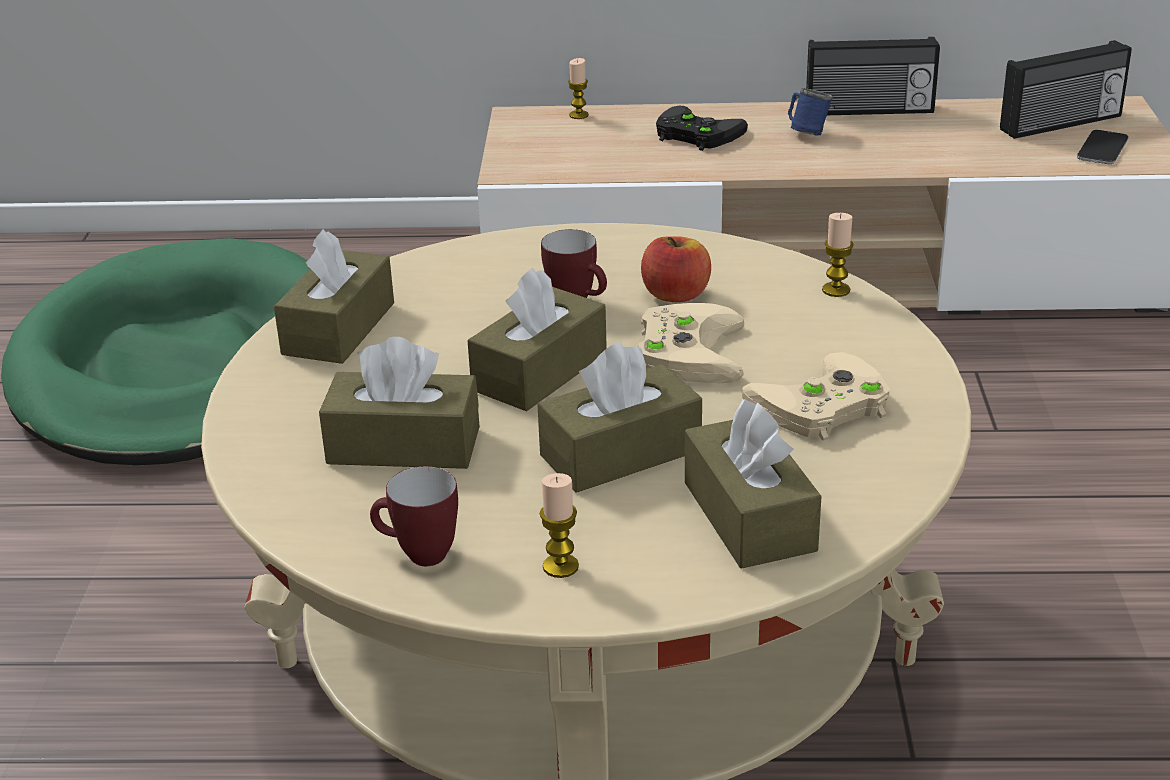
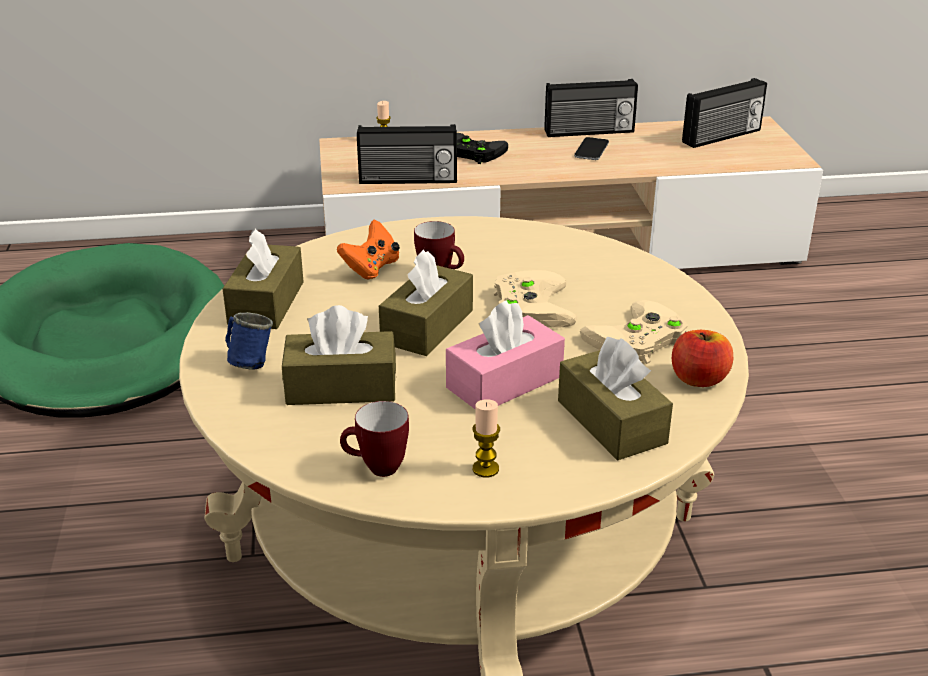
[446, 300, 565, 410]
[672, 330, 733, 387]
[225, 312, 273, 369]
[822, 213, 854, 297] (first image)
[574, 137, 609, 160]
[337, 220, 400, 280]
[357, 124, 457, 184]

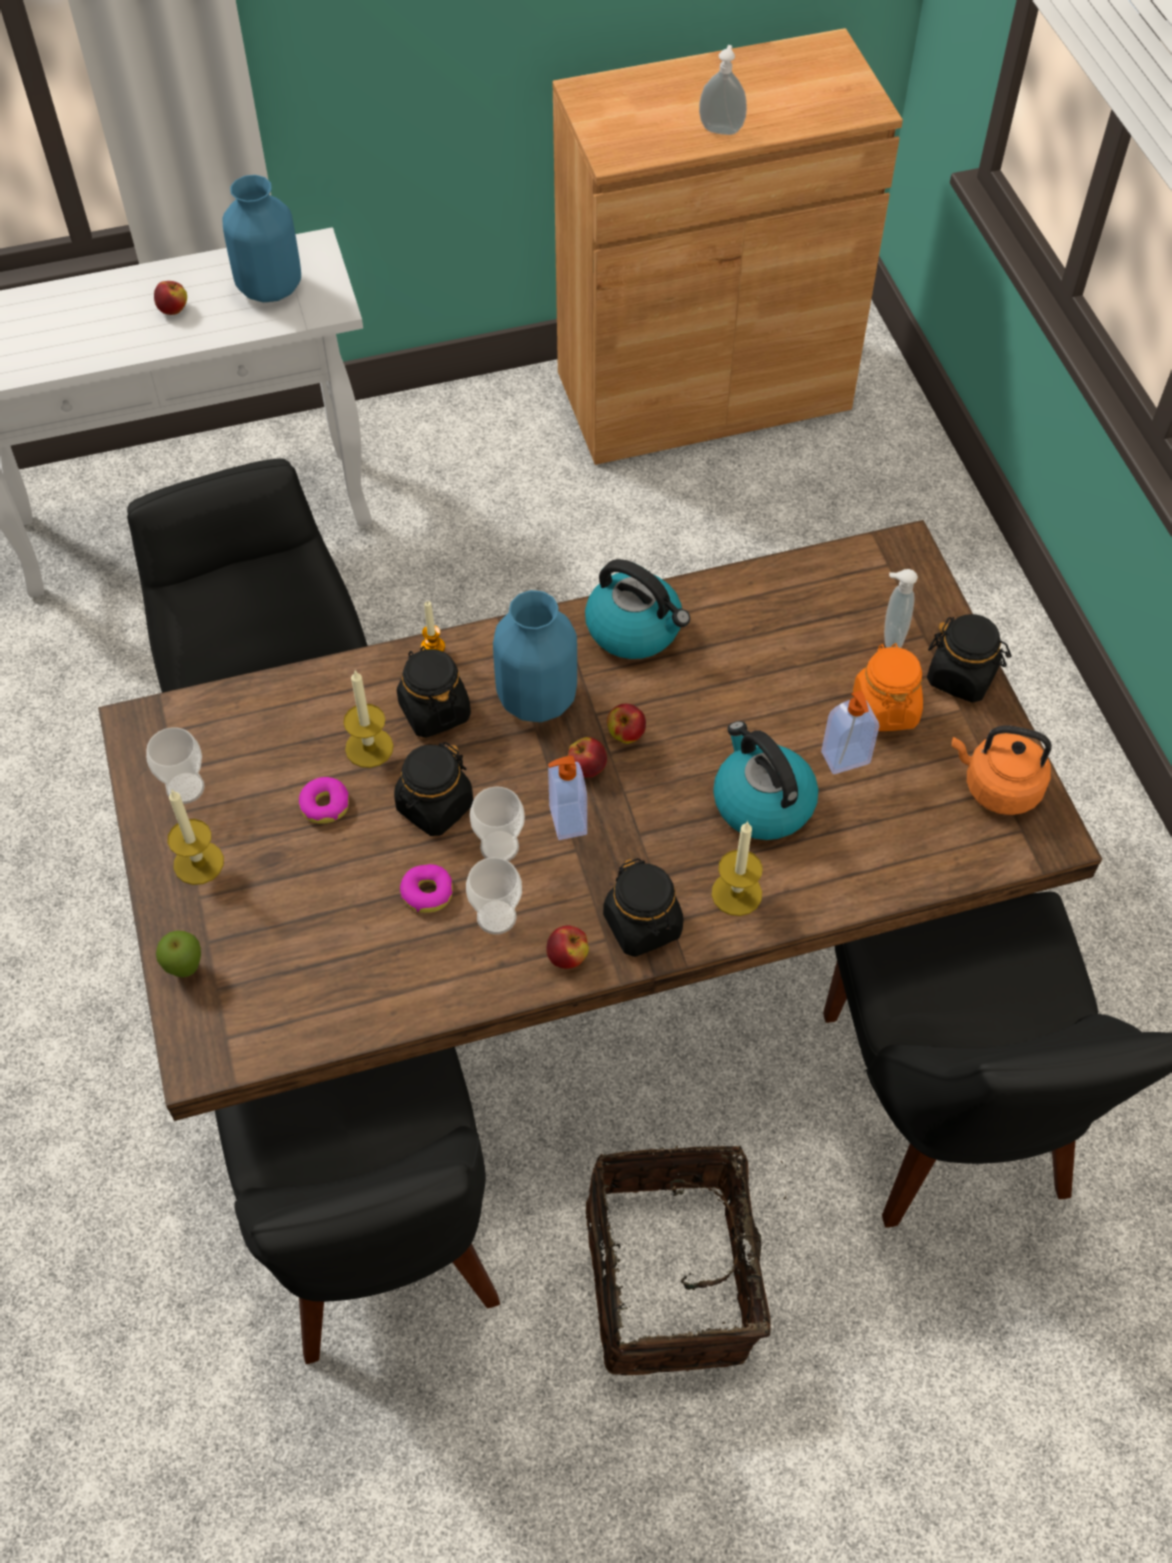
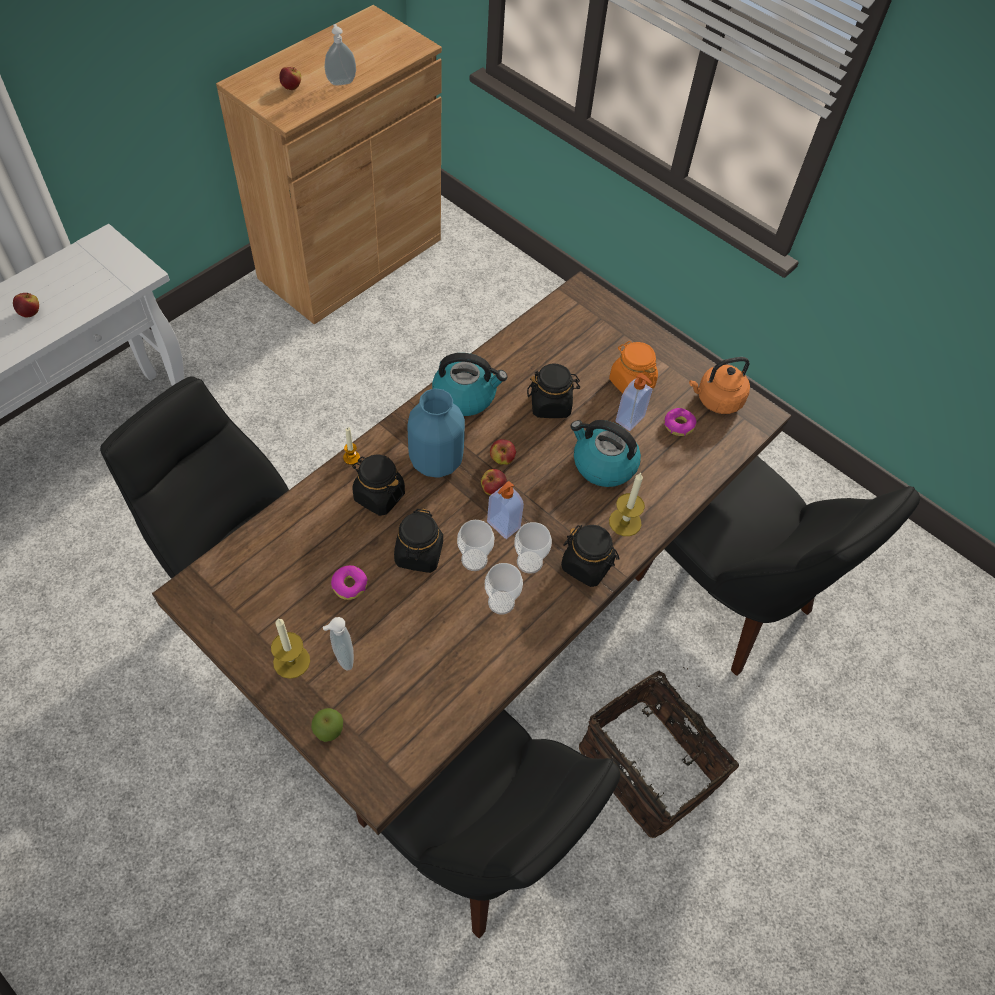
[514, 522, 552, 574]
[223, 175, 301, 302] (first image)
[343, 671, 394, 768] (first image)
[664, 408, 697, 436]
[279, 67, 301, 90]
[323, 617, 354, 670]
[527, 363, 580, 418]

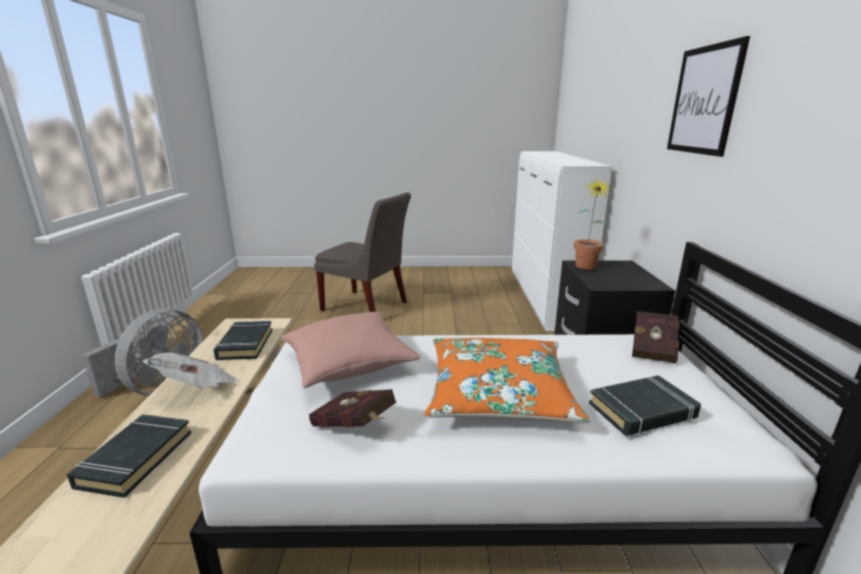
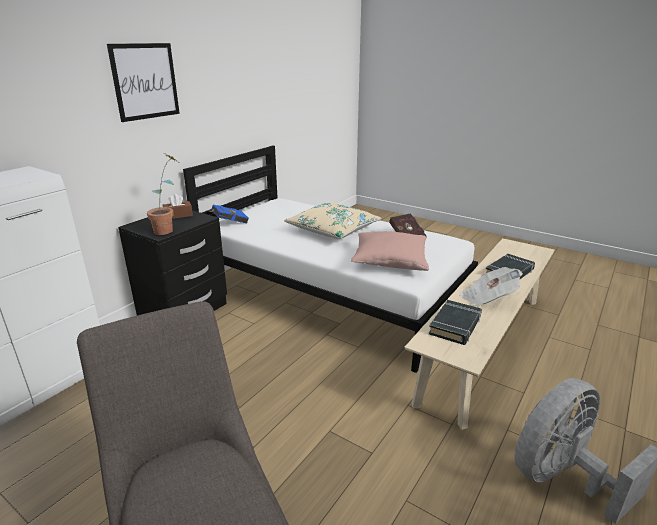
[284, 203, 382, 239]
[589, 375, 701, 436] (first image)
[209, 205, 249, 223]
[163, 194, 193, 219]

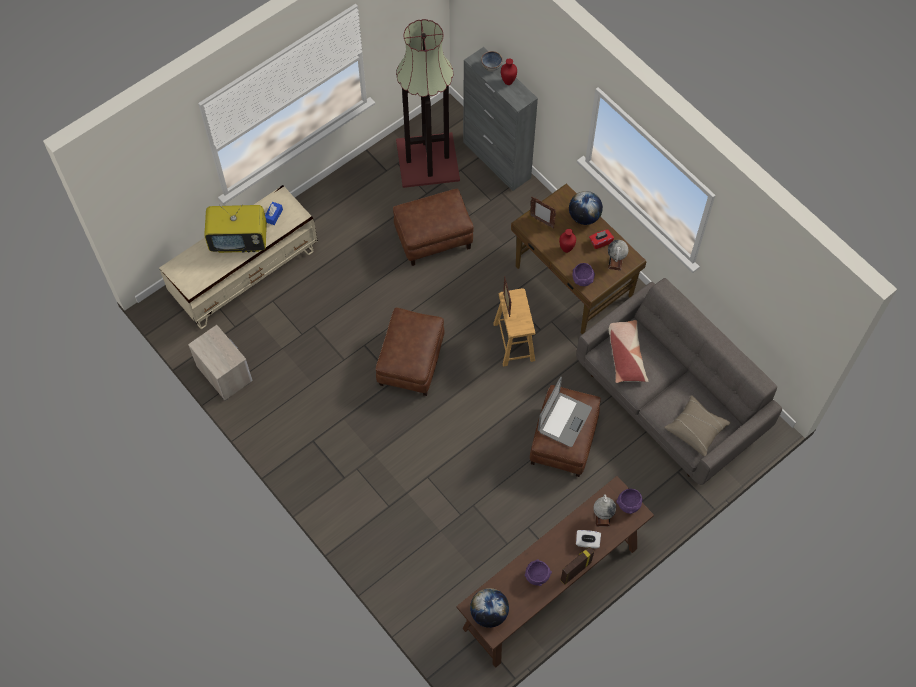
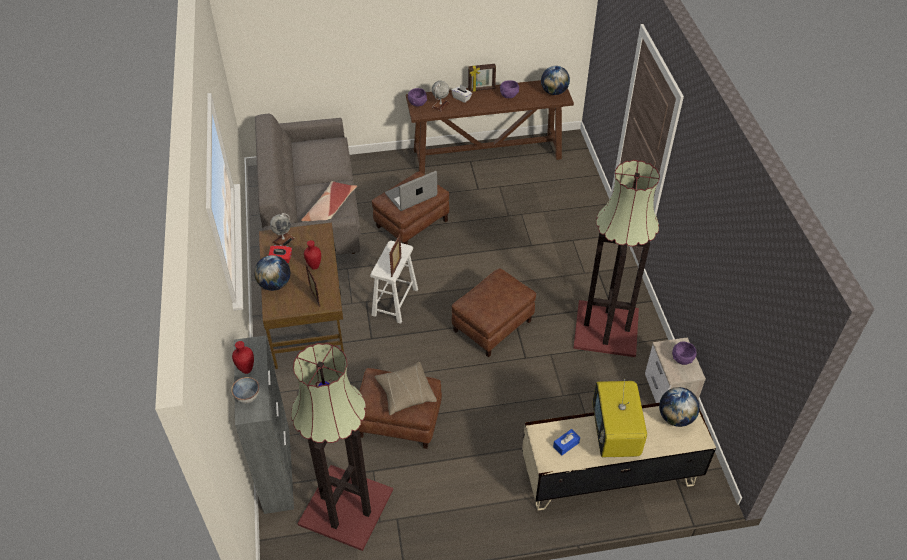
[593, 379, 647, 457]
[370, 241, 418, 324]
[672, 341, 697, 365]
[375, 362, 437, 415]
[573, 160, 660, 357]
[659, 387, 700, 427]

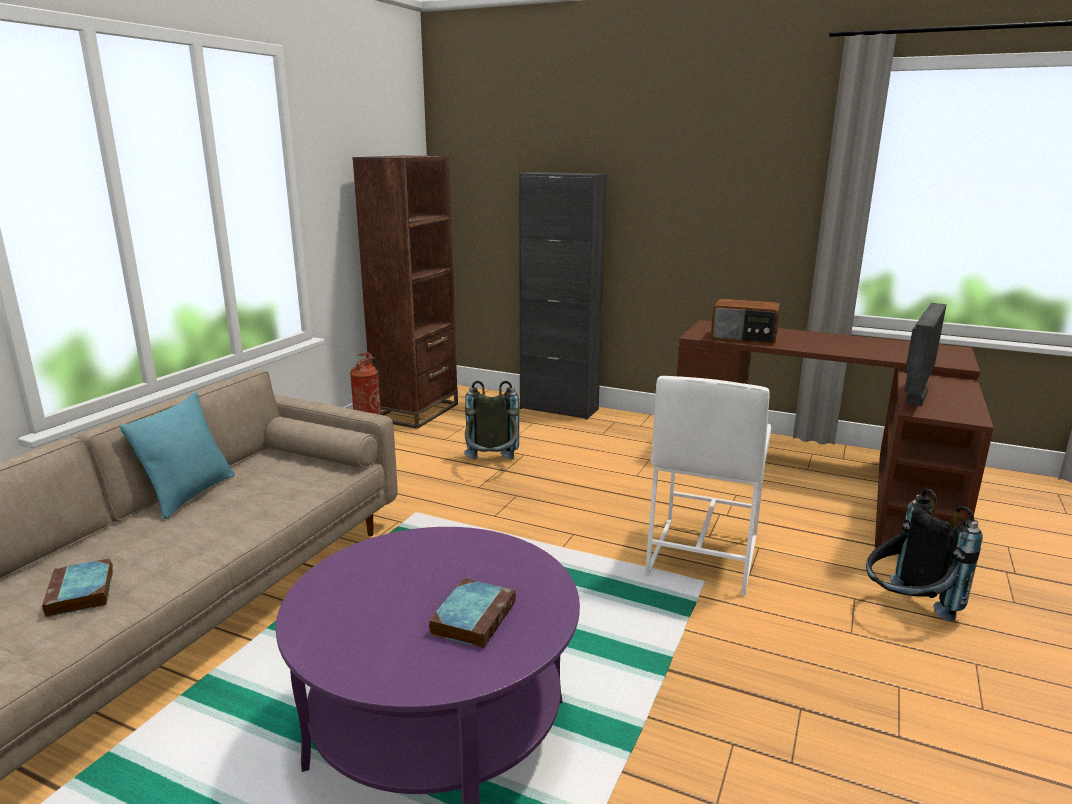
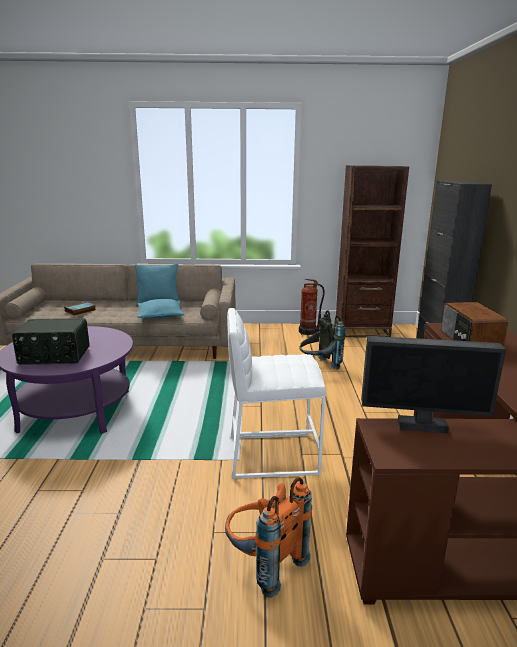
[12, 318, 90, 365]
[225, 478, 312, 598]
[137, 299, 184, 318]

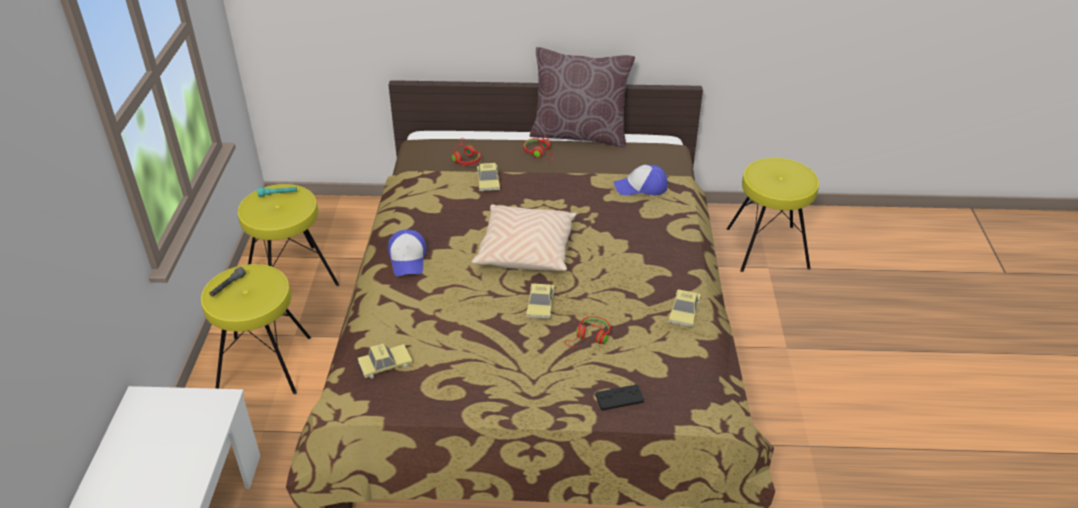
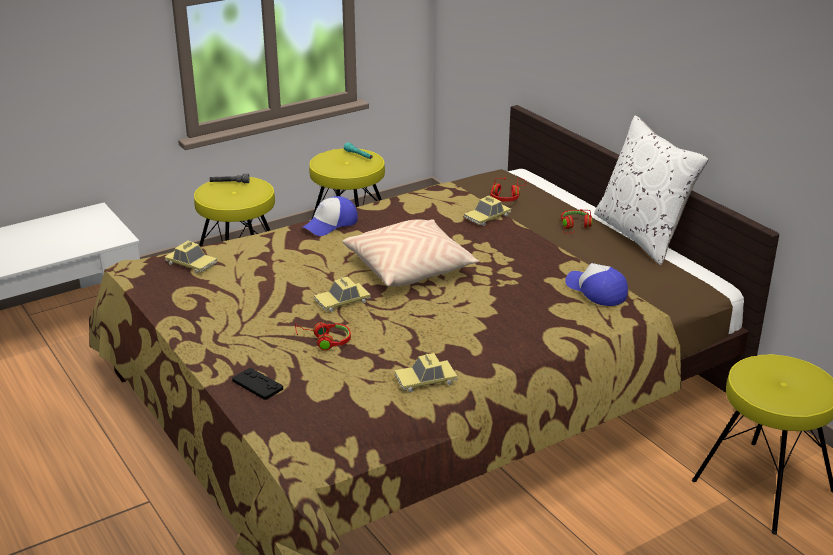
[594, 116, 709, 265]

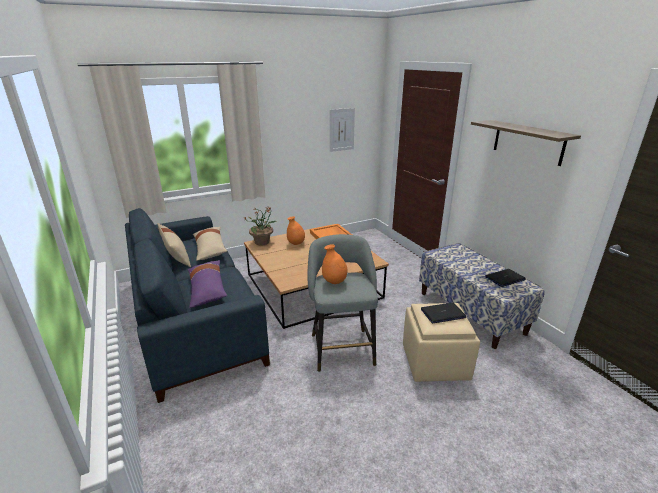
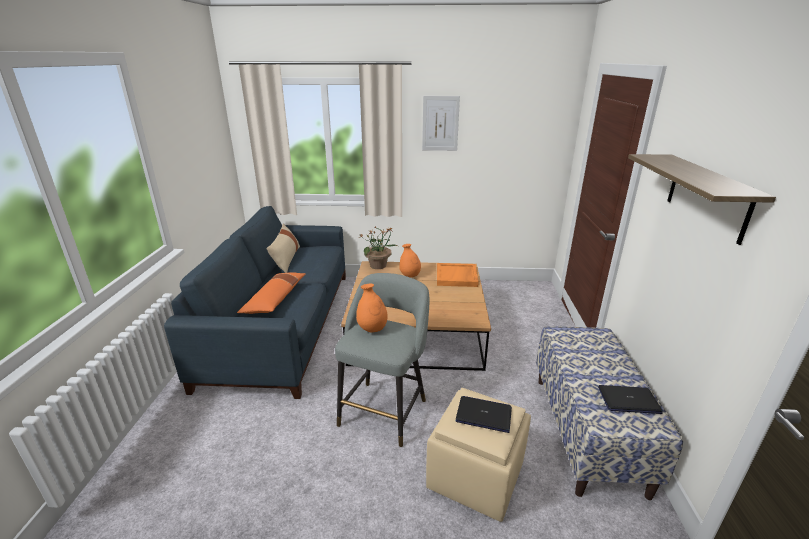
[237, 272, 306, 314]
[193, 227, 227, 261] (first image)
[422, 96, 460, 151]

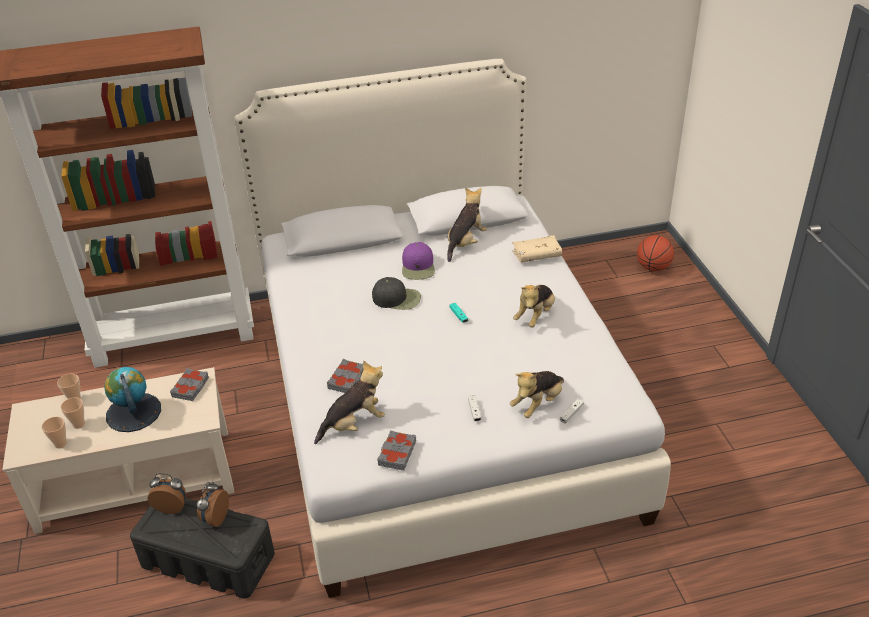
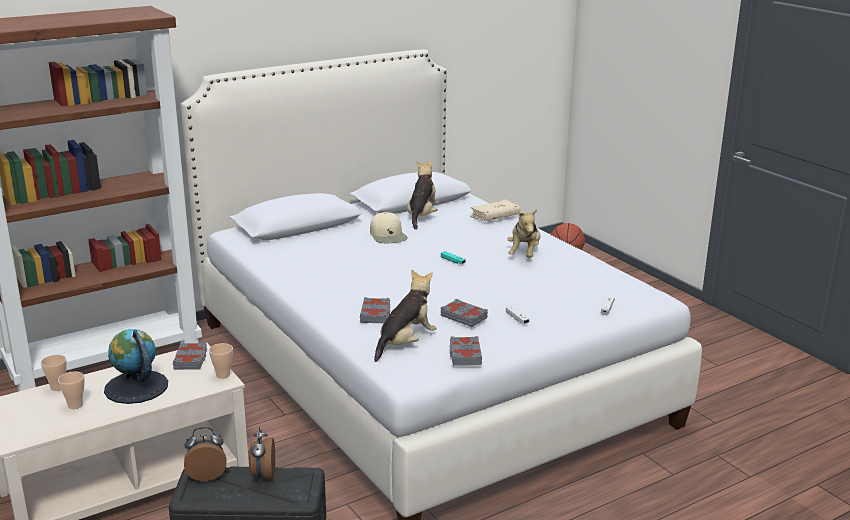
[209, 343, 233, 379]
[372, 277, 421, 310] (first image)
[370, 212, 408, 243]
[510, 371, 564, 418] (first image)
[441, 298, 488, 327]

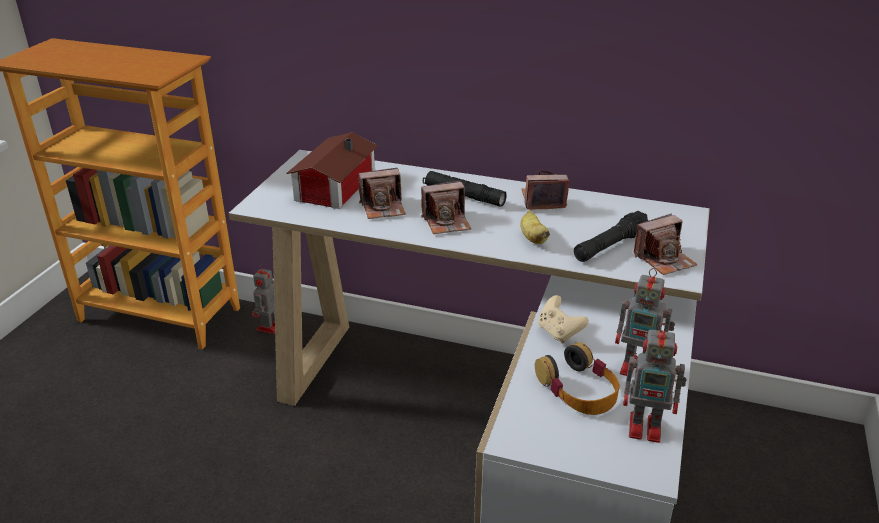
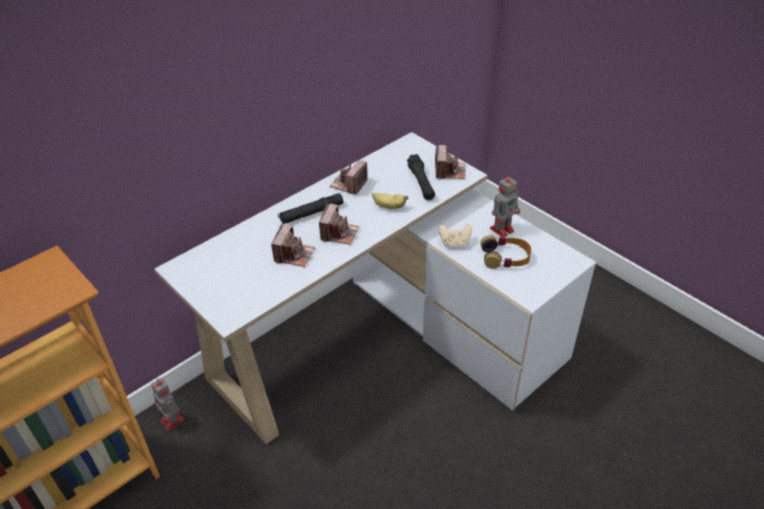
[286, 132, 378, 209] (first image)
[623, 323, 687, 443] (first image)

